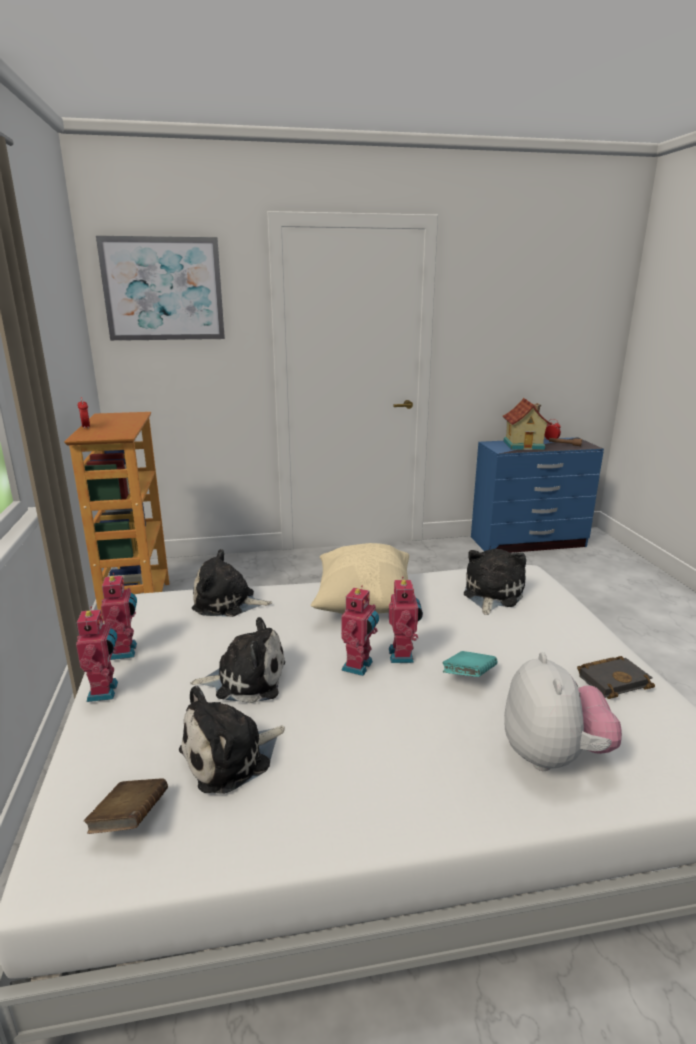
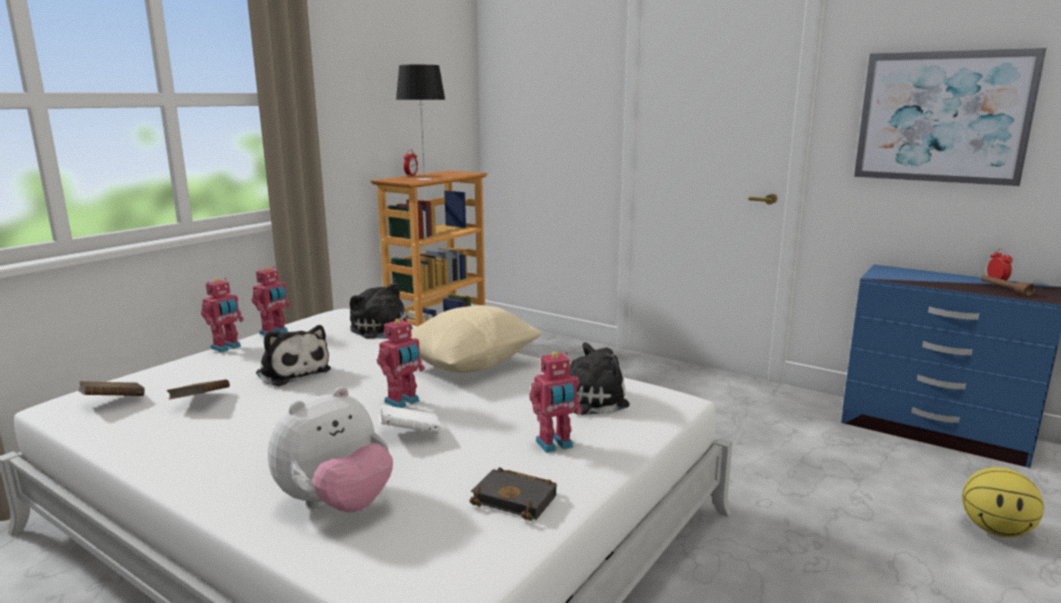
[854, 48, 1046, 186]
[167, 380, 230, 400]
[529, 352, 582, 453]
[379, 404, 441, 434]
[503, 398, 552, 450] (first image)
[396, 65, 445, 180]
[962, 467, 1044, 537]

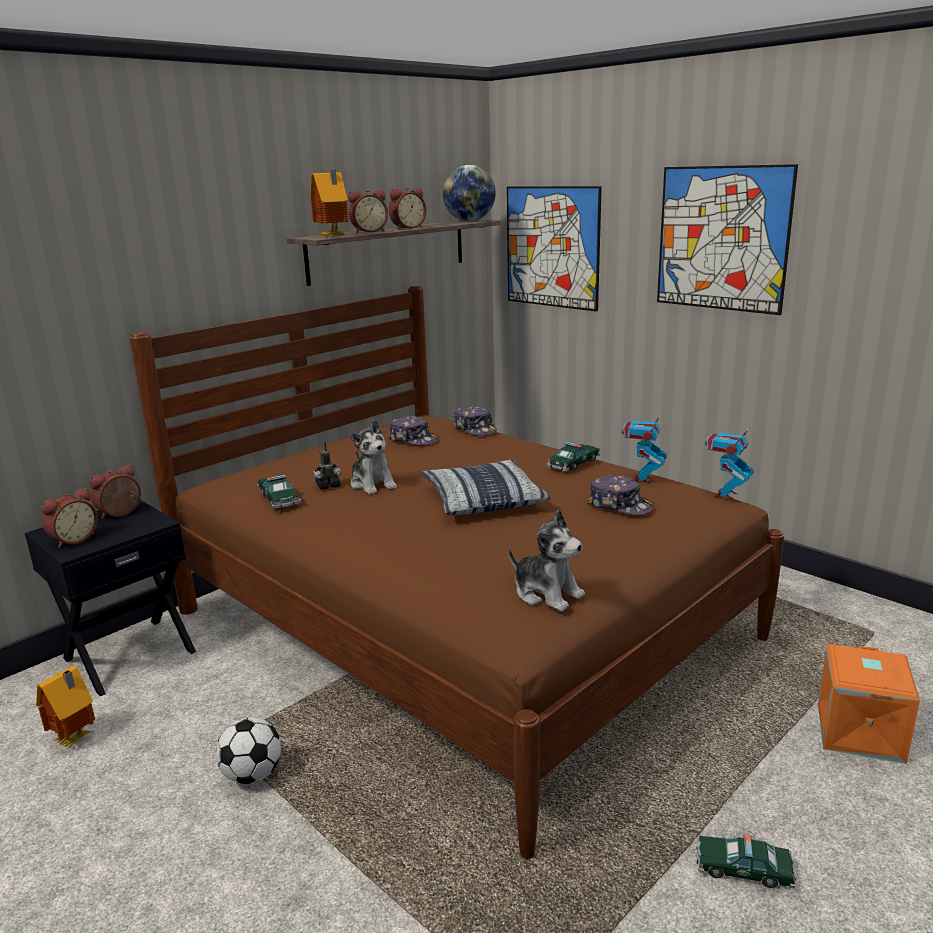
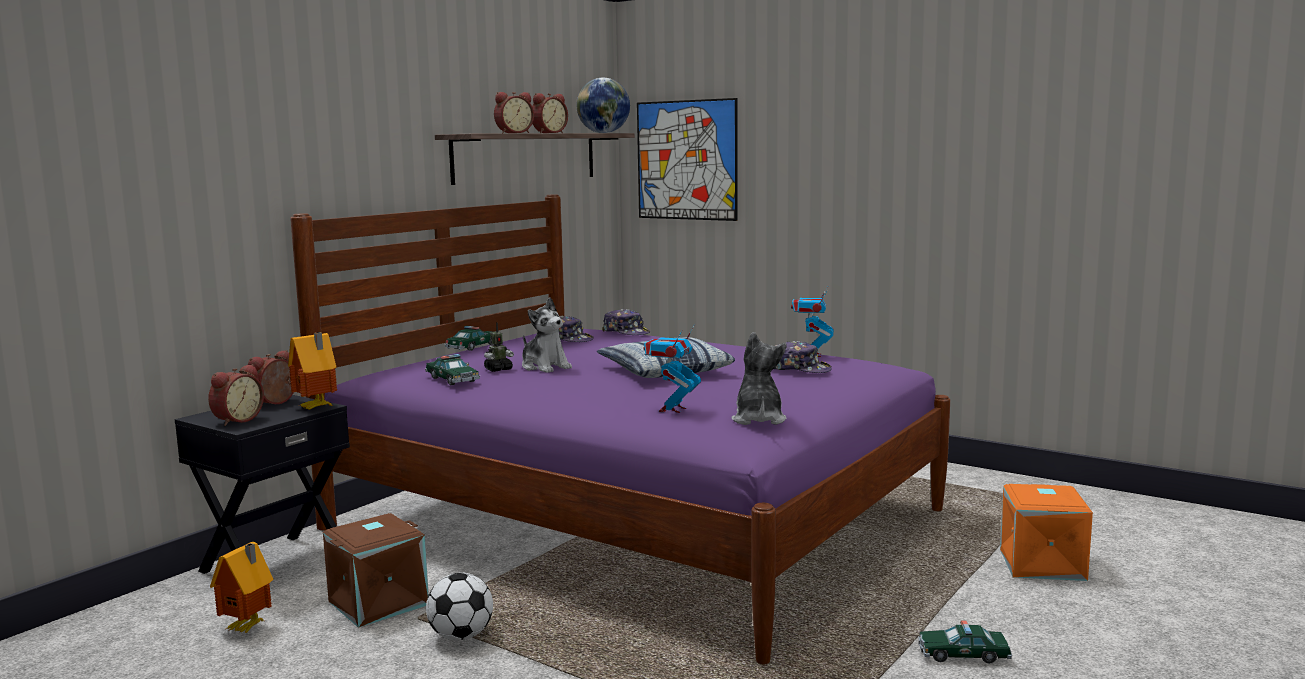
[290, 195, 950, 665]
[288, 332, 337, 410]
[731, 332, 787, 425]
[445, 326, 494, 351]
[657, 164, 798, 315] (first image)
[643, 324, 701, 413]
[323, 513, 429, 628]

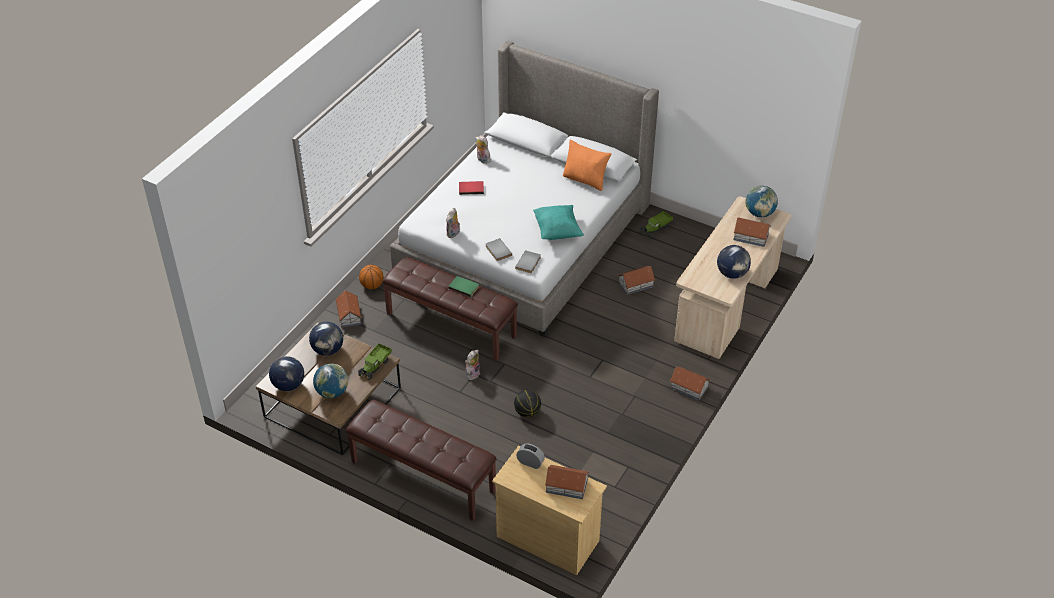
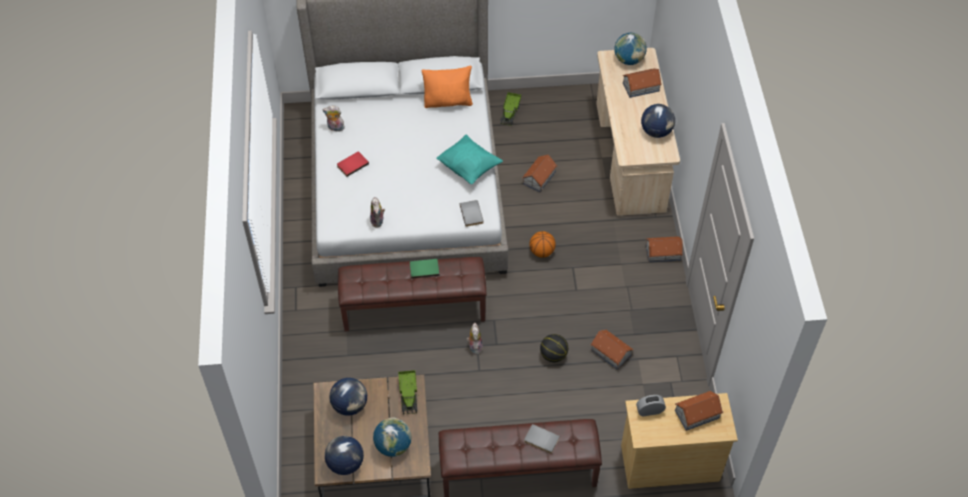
[591, 329, 633, 370]
[529, 231, 556, 258]
[524, 424, 560, 454]

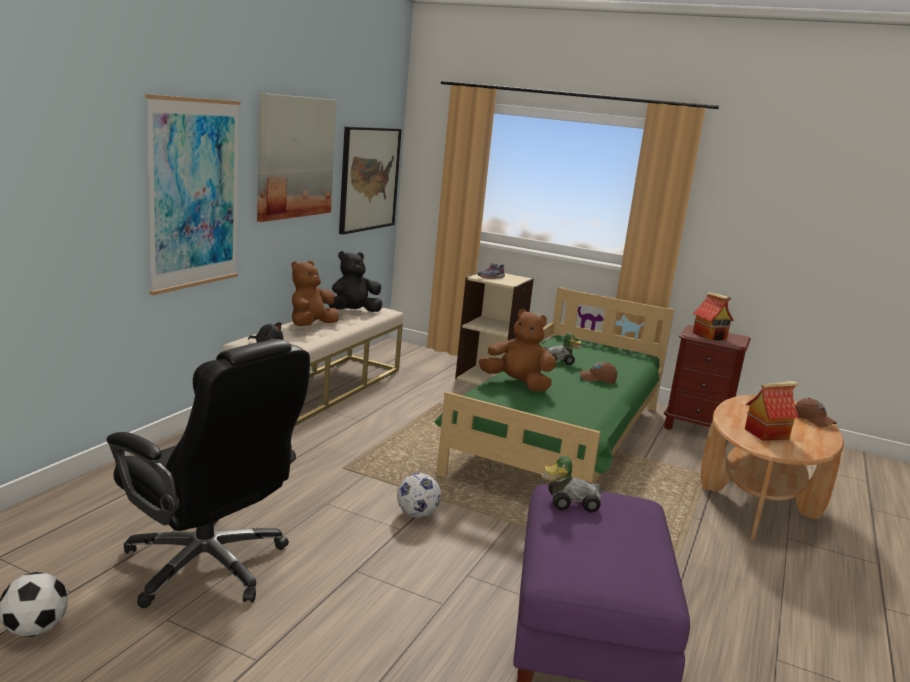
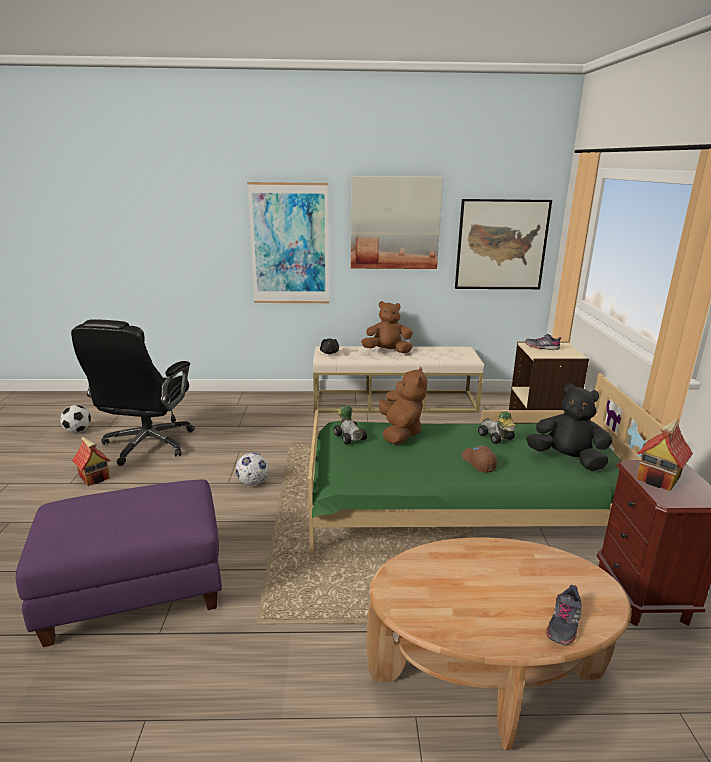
[526, 383, 612, 471]
[334, 405, 367, 445]
[72, 436, 110, 486]
[546, 585, 582, 645]

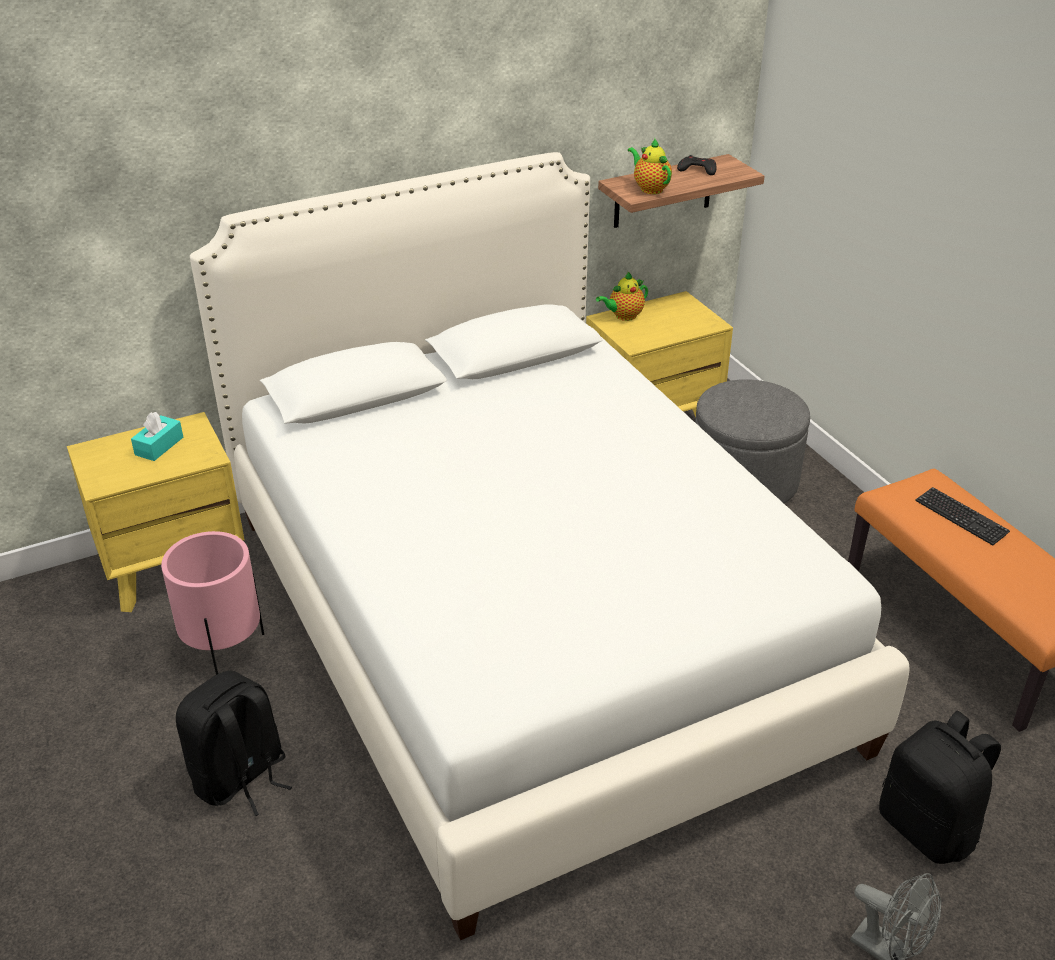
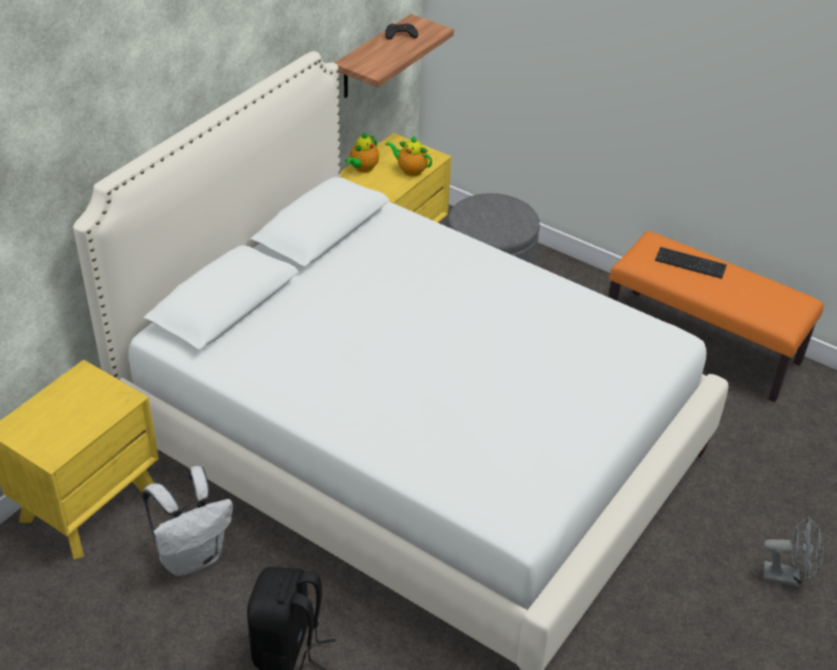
[131, 412, 183, 461] (first image)
[142, 466, 233, 576]
[385, 136, 432, 177]
[879, 710, 1001, 864] (first image)

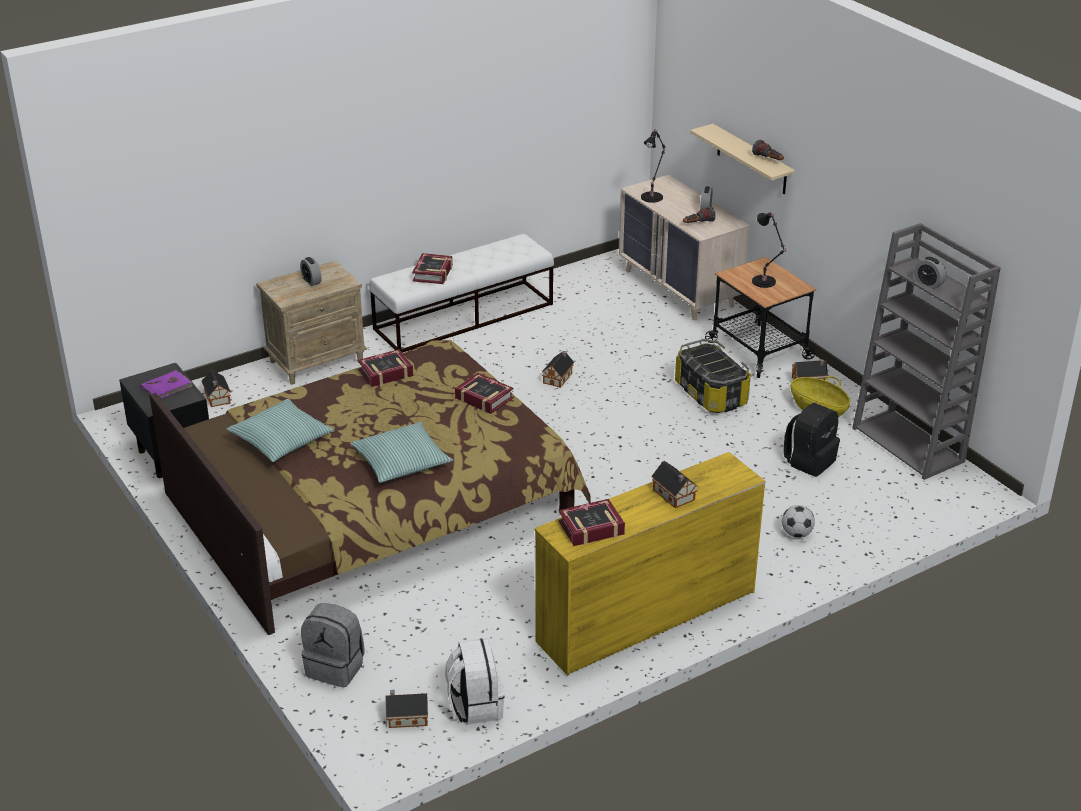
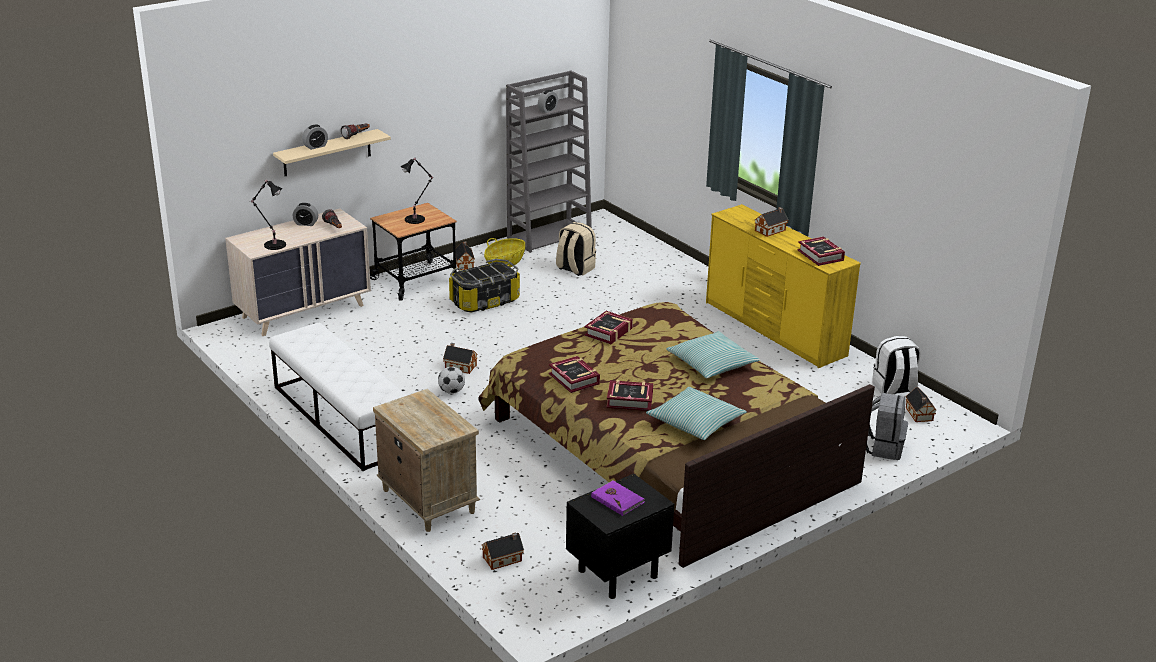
[302, 125, 328, 150]
[607, 380, 653, 411]
[438, 367, 465, 394]
[556, 222, 596, 276]

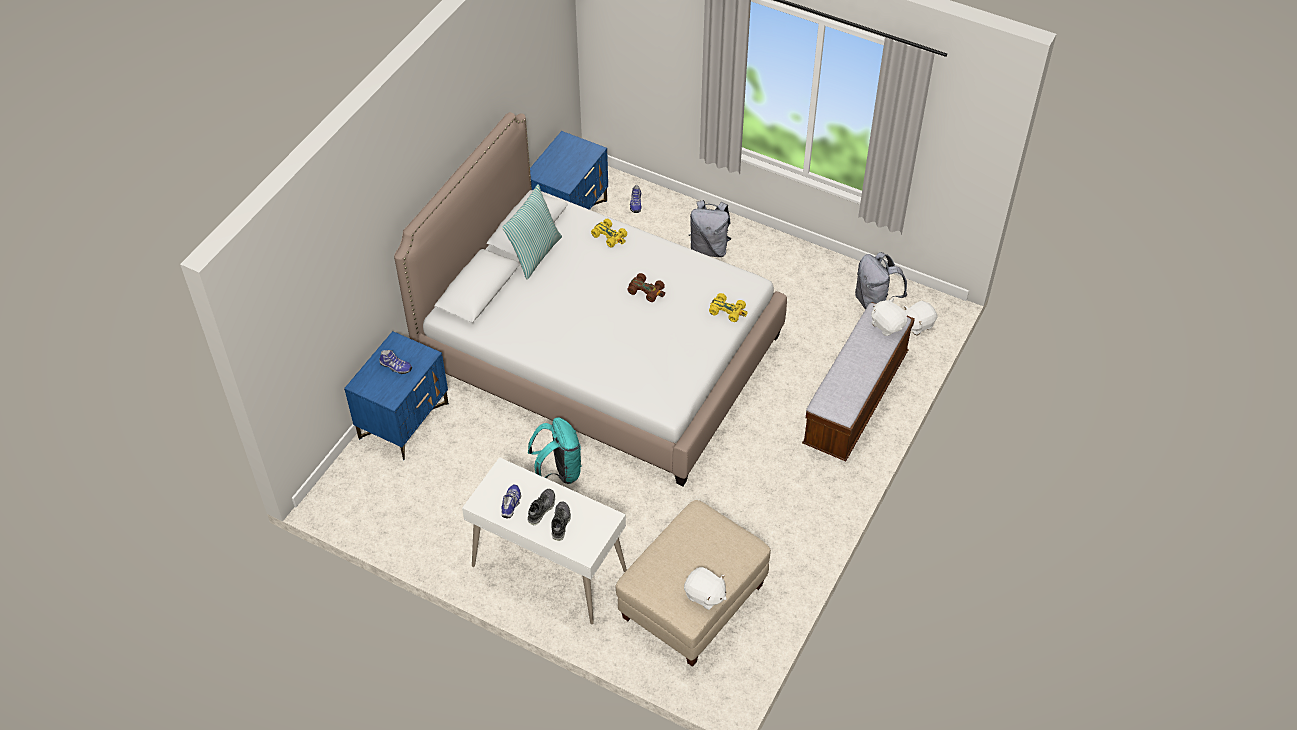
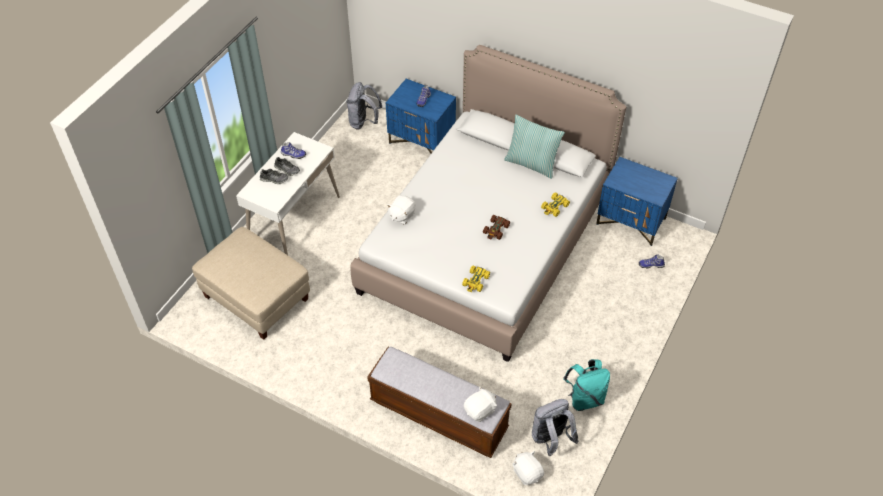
[563, 359, 610, 411]
[387, 195, 416, 224]
[346, 82, 382, 130]

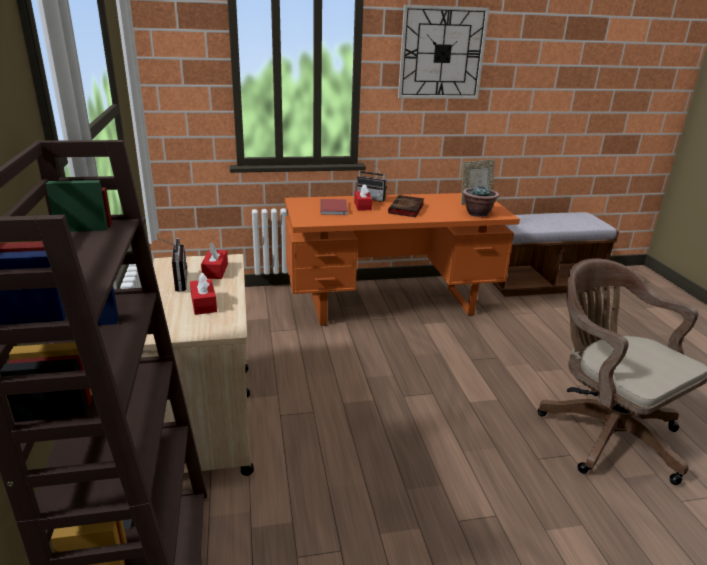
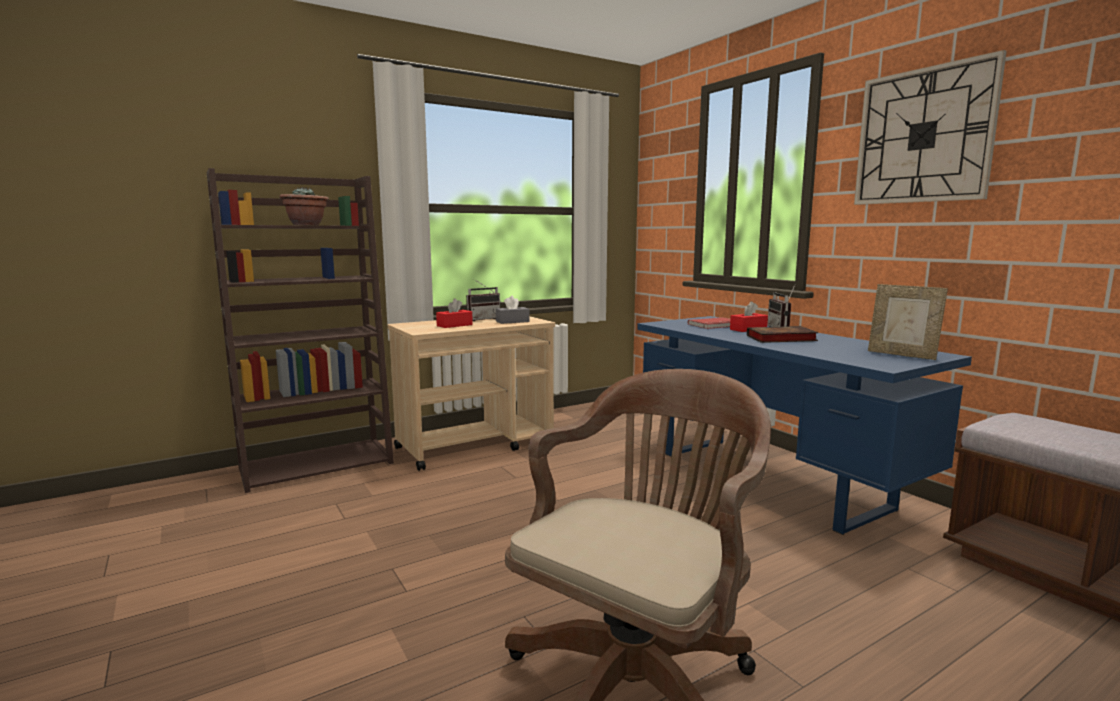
[496, 296, 530, 324]
[637, 316, 972, 535]
[279, 187, 329, 225]

